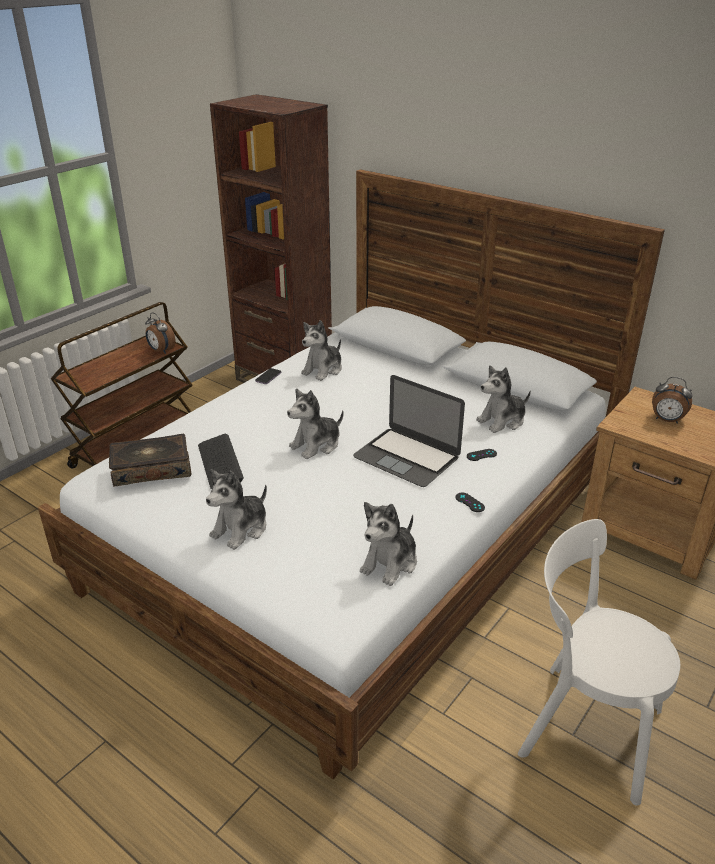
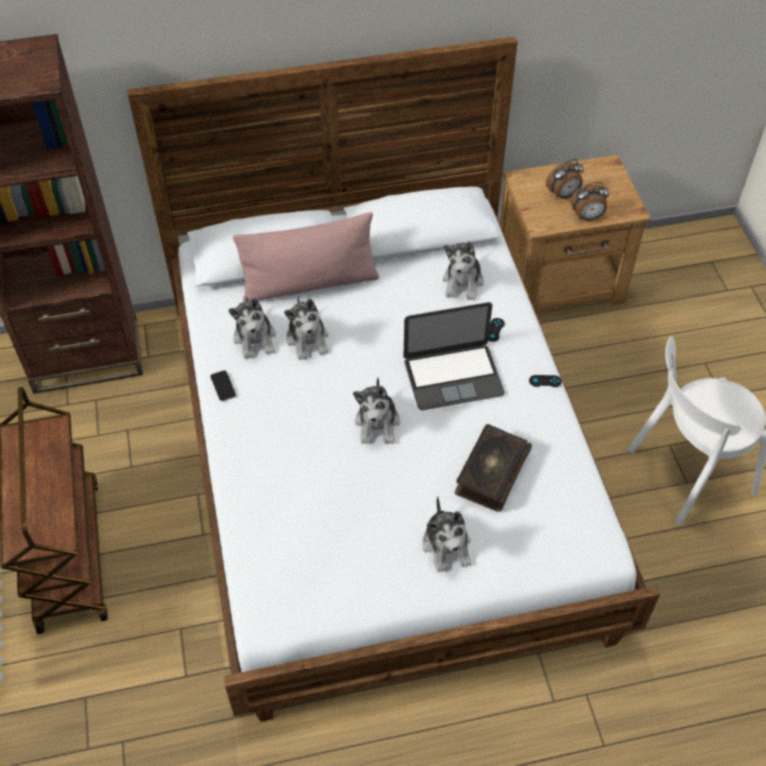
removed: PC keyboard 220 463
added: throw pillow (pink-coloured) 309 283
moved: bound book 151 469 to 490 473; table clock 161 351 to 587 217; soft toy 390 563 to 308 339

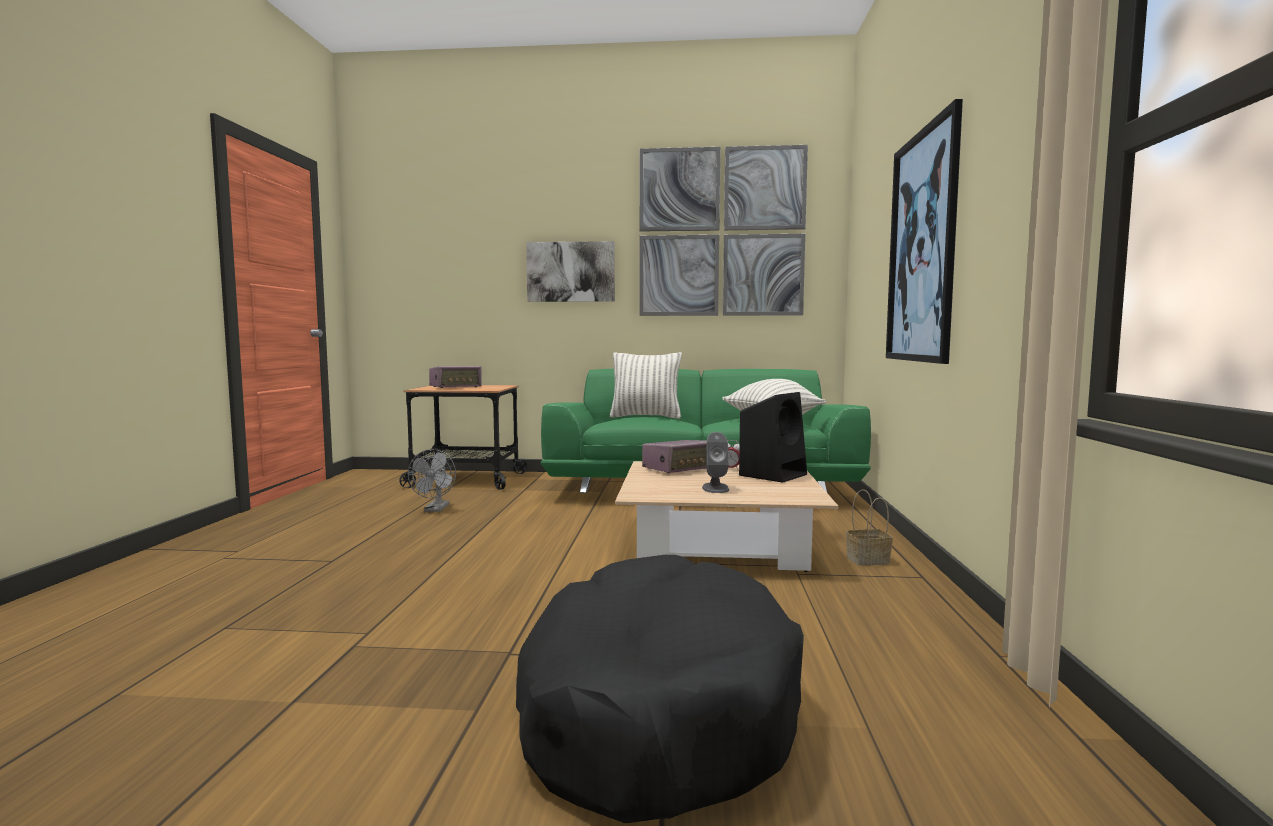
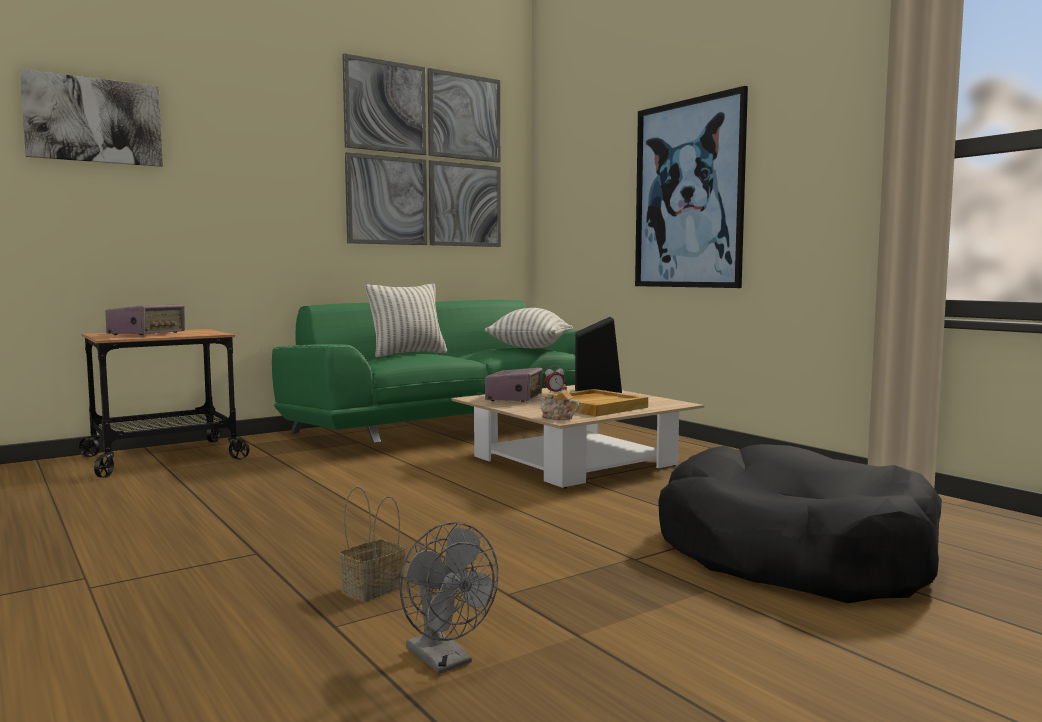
added: teapot 557 418
moved: fan (gray) 435 509 to 445 661; picture 571 272 to 94 120; storage basket 867 560 to 372 589
replaced: speaker (gray) 715 488 to serving tray (sand-coloured) 595 406

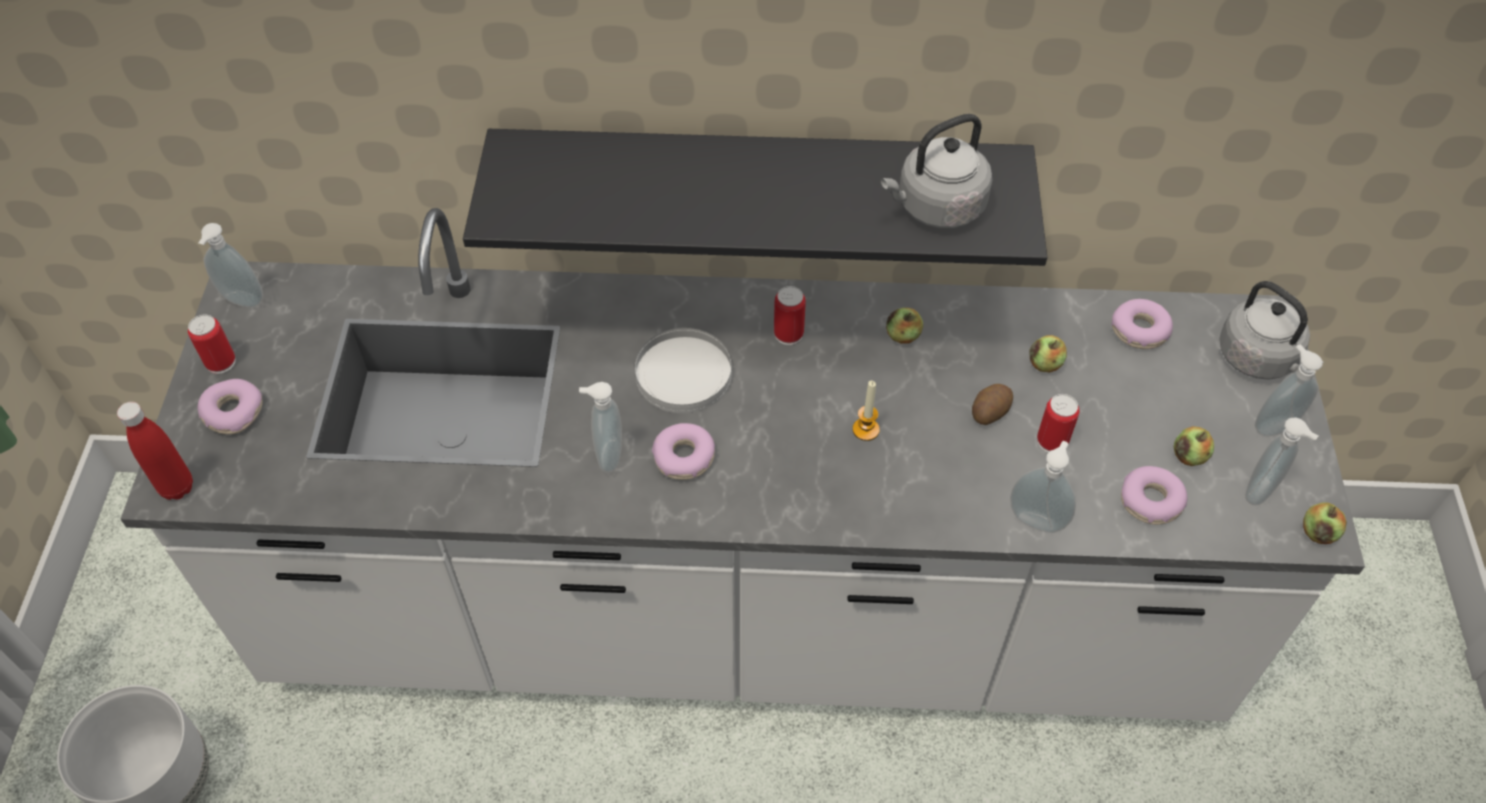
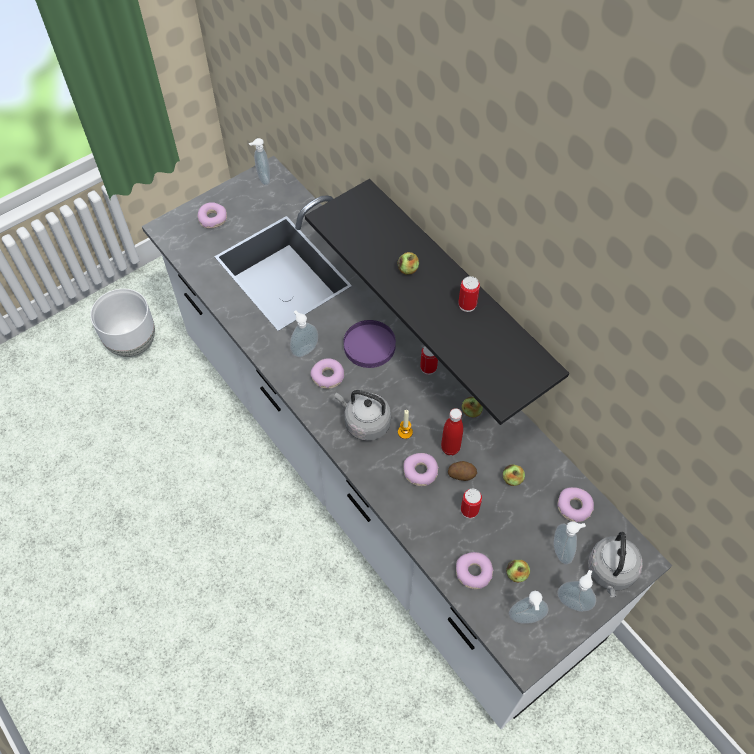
added: ring doughnut 420 472
moved: bottle (reddish) 177 487 to 450 448; metal can 221 362 to 467 304; tea kettle (gray) 936 207 to 365 423; liquid soap bottle 1037 519 to 562 551; apple 1318 533 to 408 269
recoloured: flat dish (white-coloured) 684 374 to flat dish (purplish) 369 346

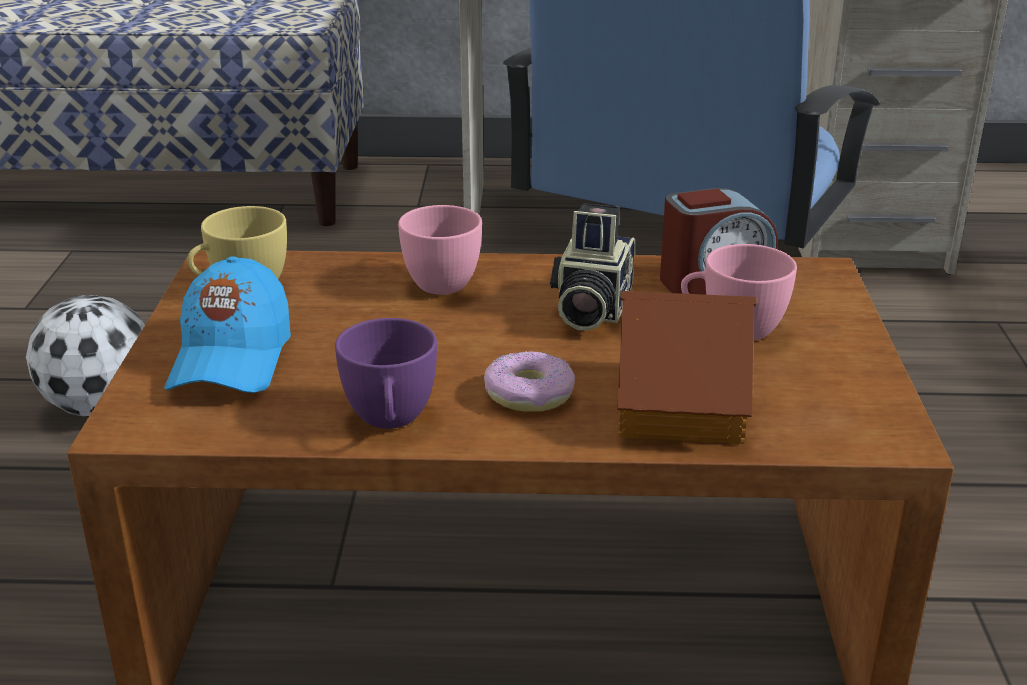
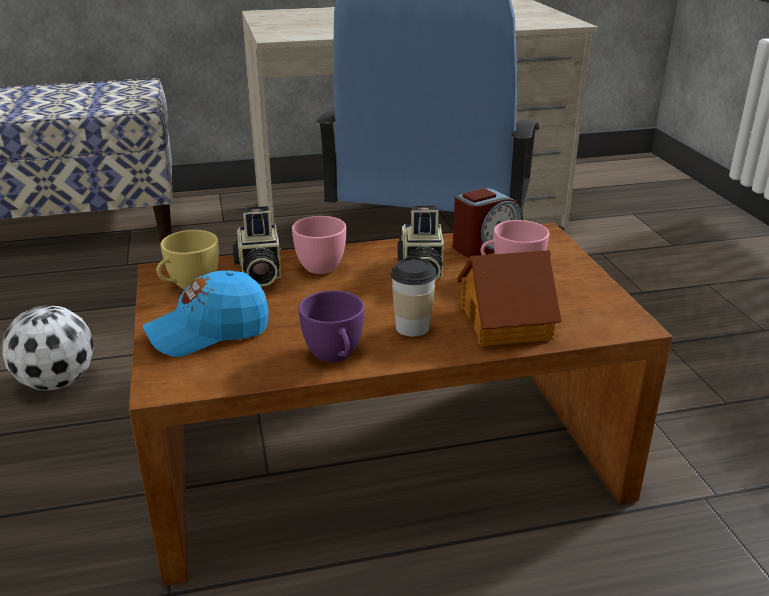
added: photo camera 259 273
replaced: ring doughnut 529 393 to drinking cup 412 328
turned: baseball cap (blue) 232 358 = 209 332 75 degrees clockwise

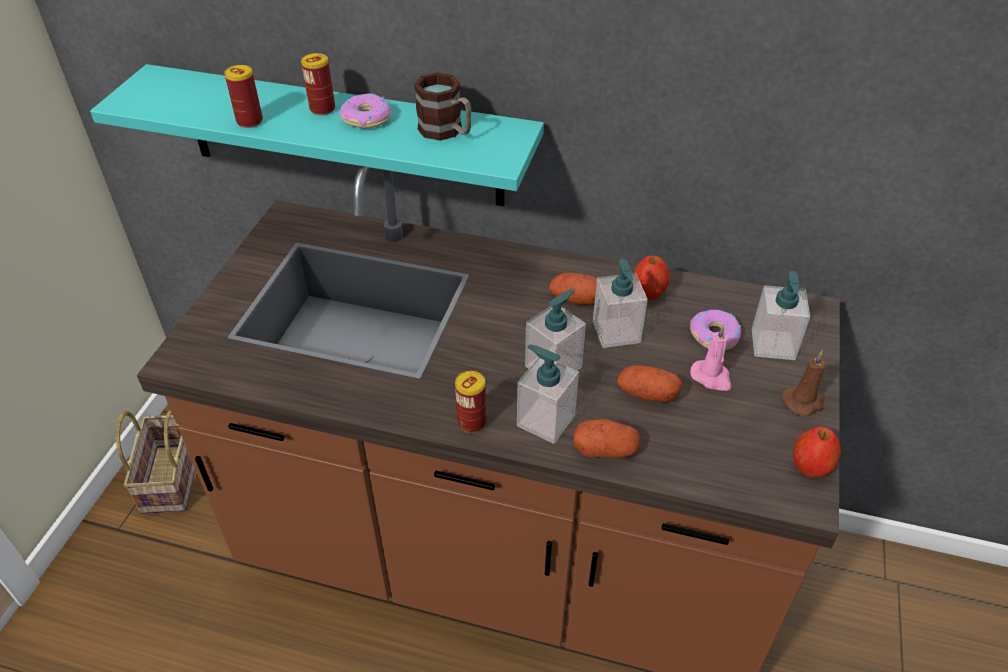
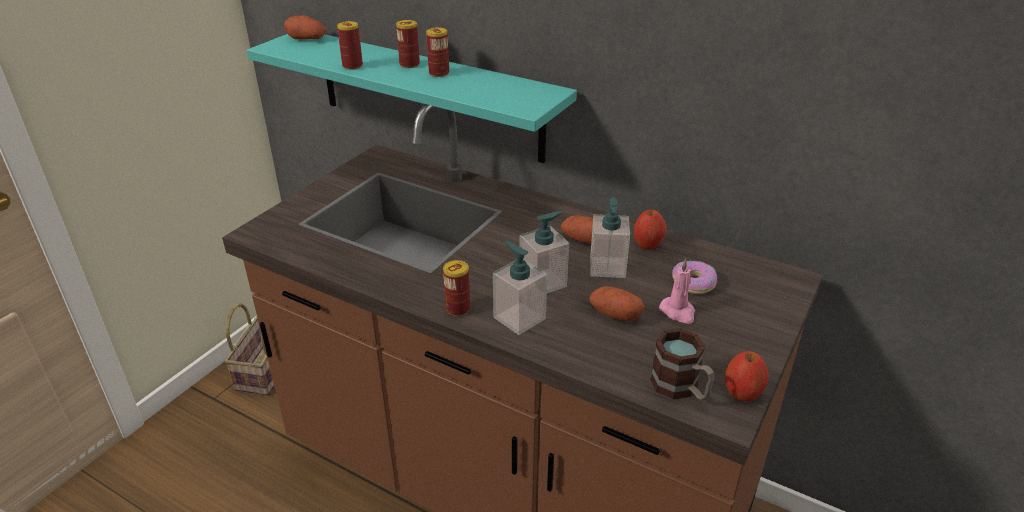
removed: liquid soap bottle 773 344; wax candle (brownish) 804 401
moved: mug 447 132 to 681 389; potato 605 449 to 307 39
replaced: ring doughnut 366 118 to metal can 439 73

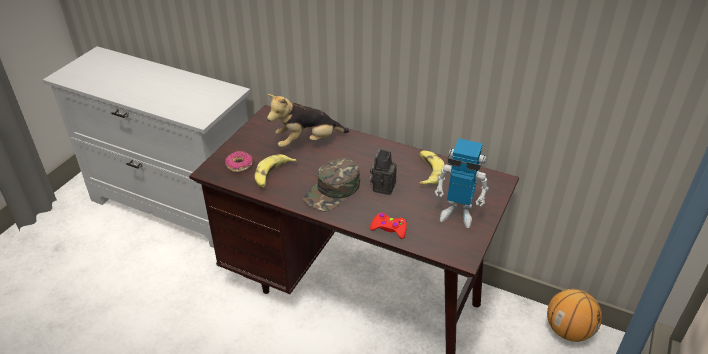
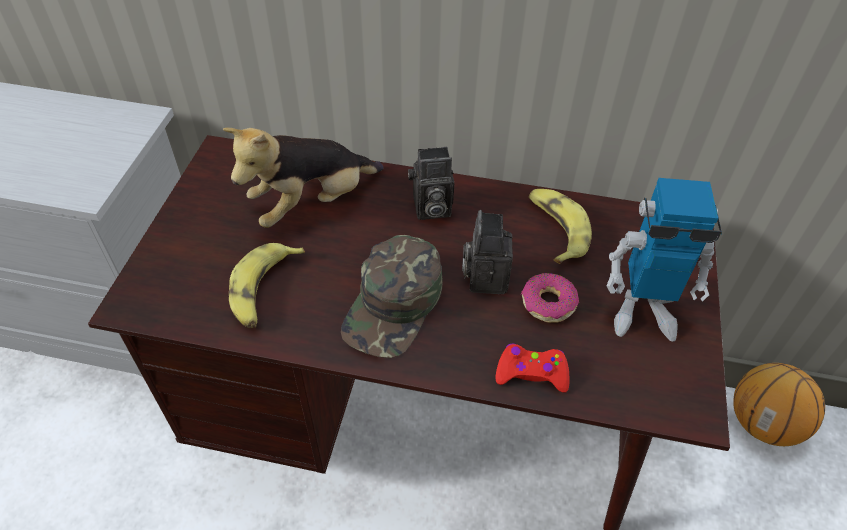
added: photo camera 430 209
moved: ring doughnut 239 165 to 547 303

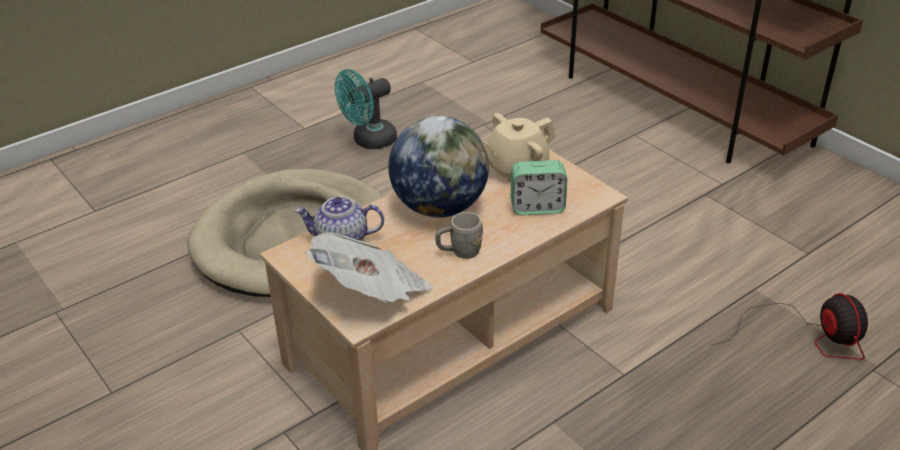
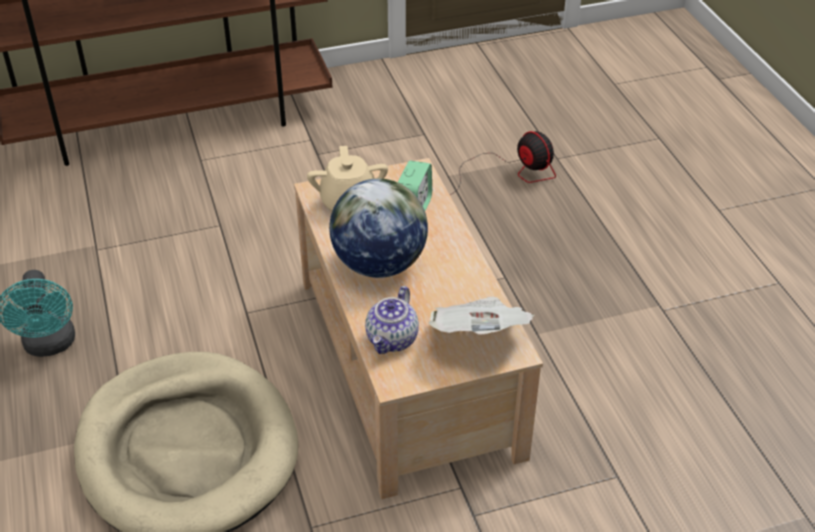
removed: mug (gray) 459 252
turned: fan 807 337 = 511 172 45 degrees clockwise

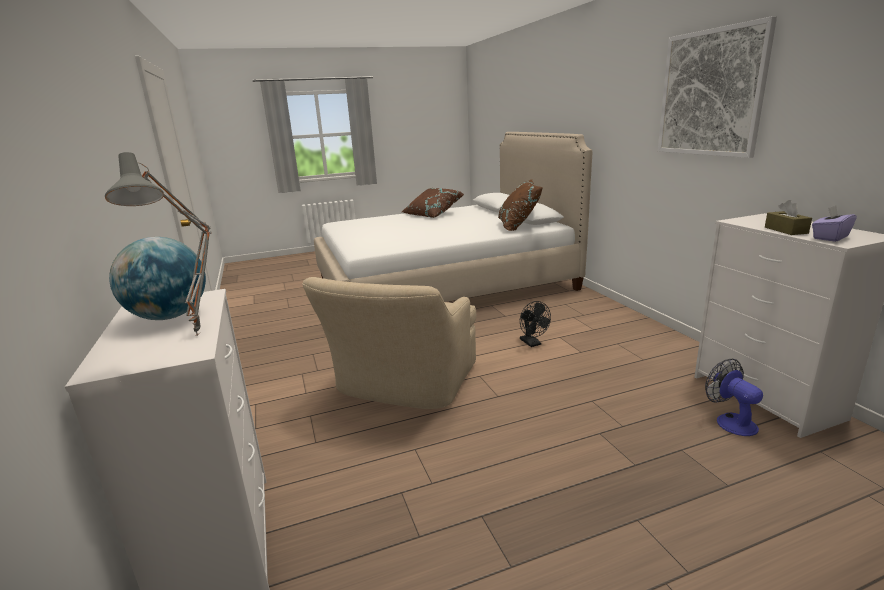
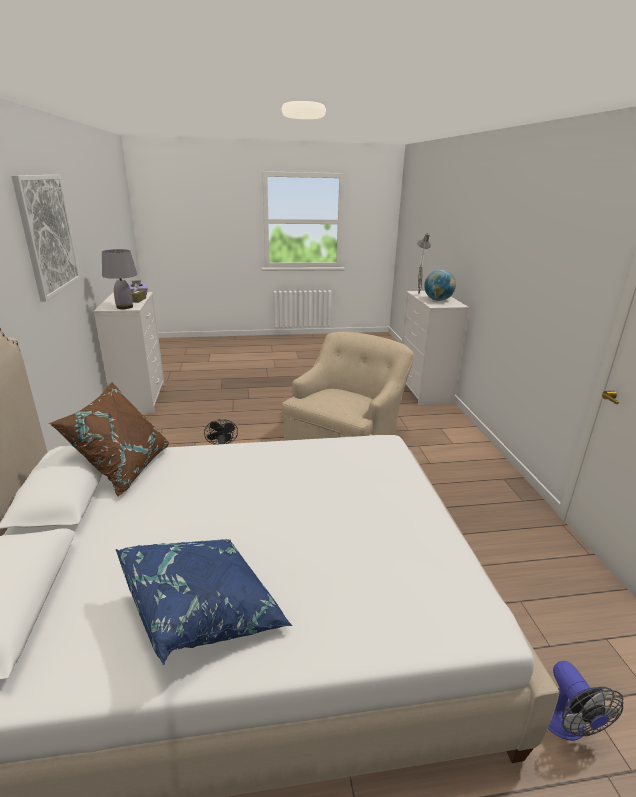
added: lamp for a table (gray) 124 307
moved: fan 730 421 to 566 725
recoloured: throw pillow (brownish) 432 214 to throw pillow (blue) 205 611

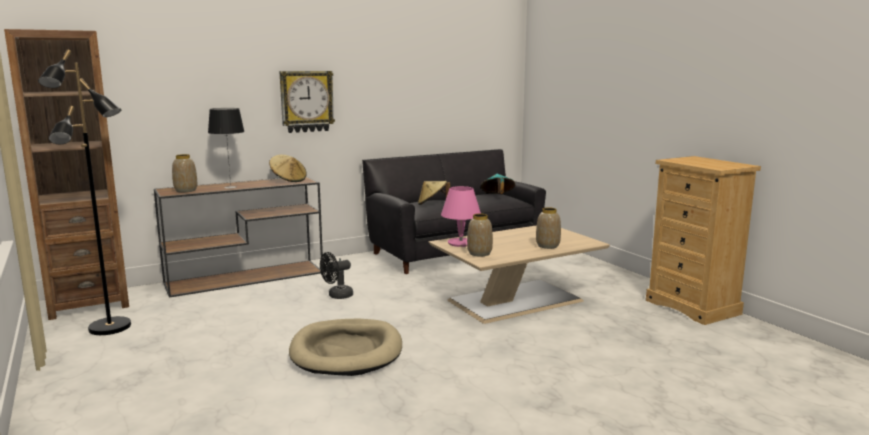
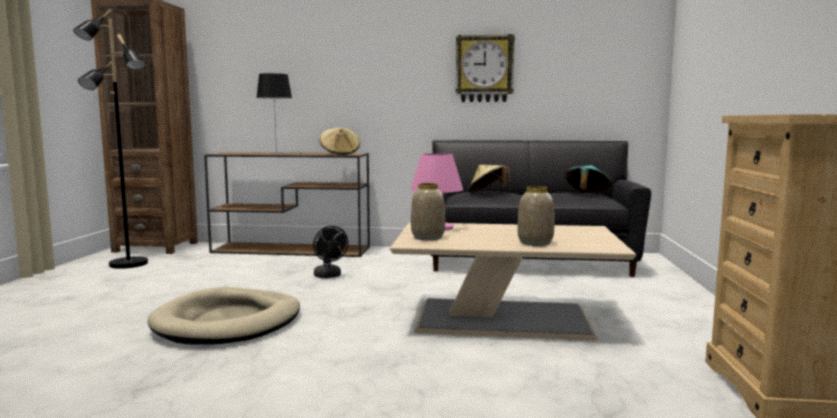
removed: vase 185 190
moved: clock on the wall 306 101 to 484 69
turned: fan (black) 337 296 = 329 276 120 degrees counterclockwise

